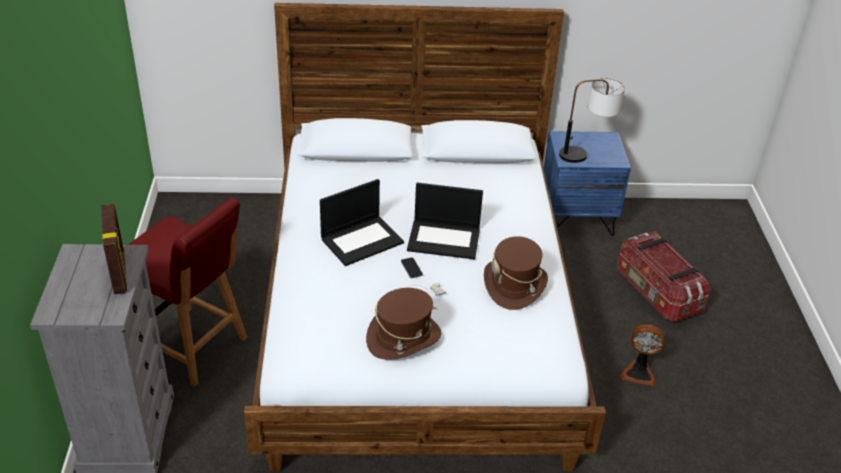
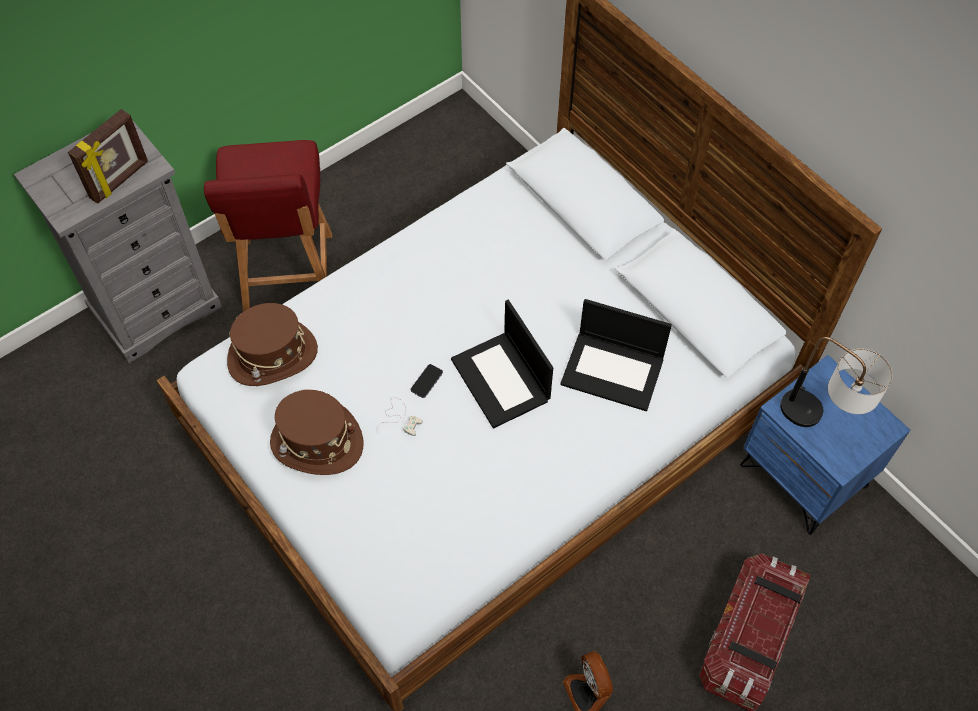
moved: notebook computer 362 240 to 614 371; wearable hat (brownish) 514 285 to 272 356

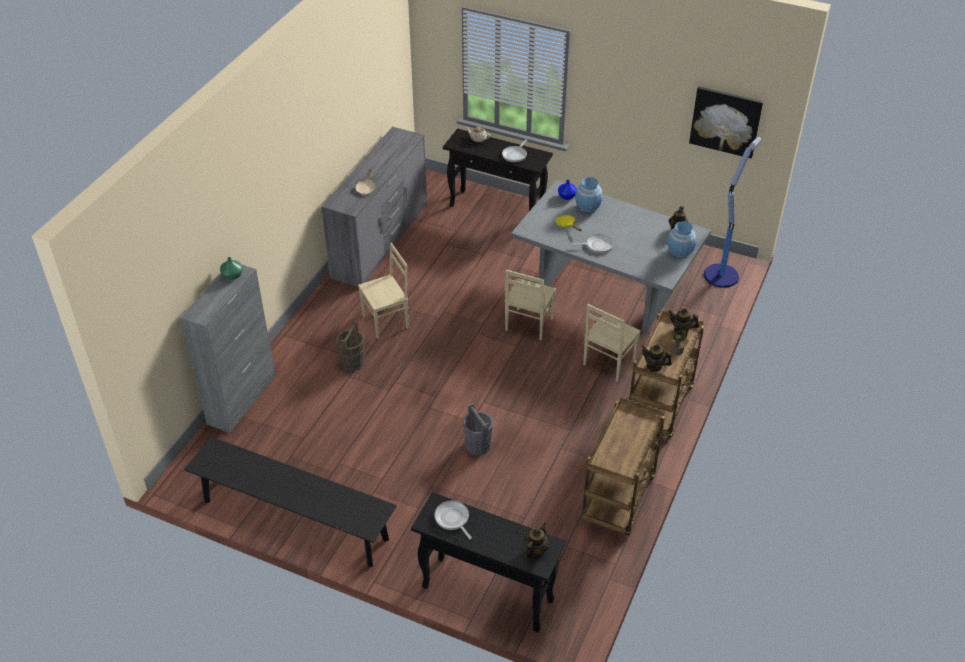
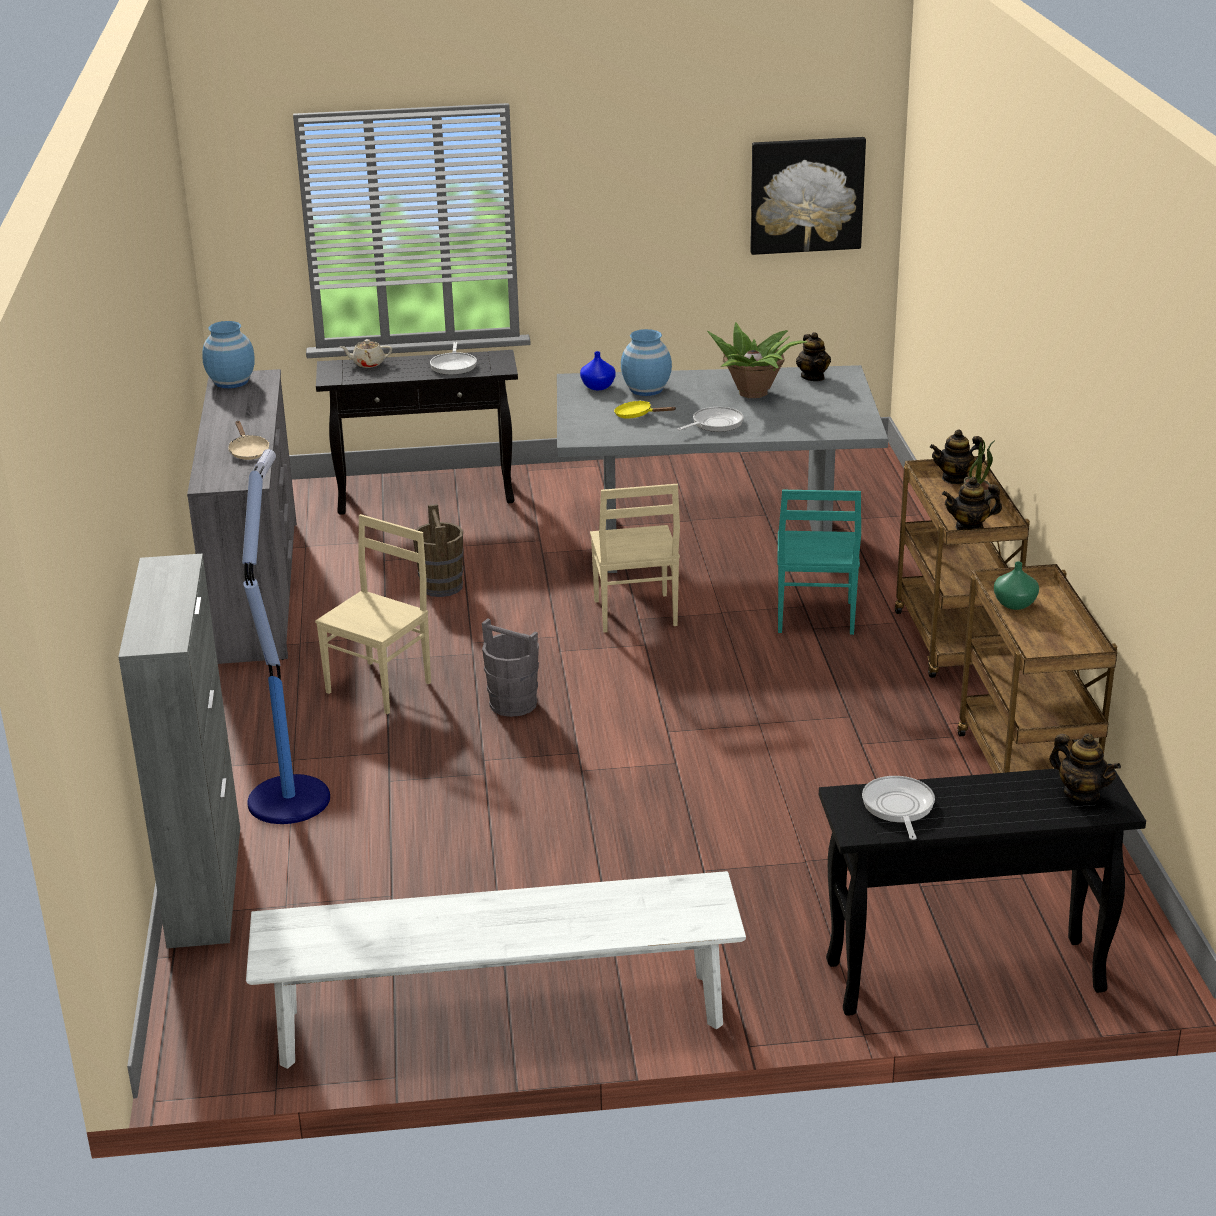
added: houseplant 753 393
moved: vase (green-coloured) 232 276 to 1014 604; pail (brownish) 352 362 to 441 586; pail (gray) 478 445 to 513 703; vase (blue) 680 252 to 231 382; floor lamp 721 275 to 289 798
recoloured: indoor bench (black) 295 520 to indoor bench (white-coloured) 501 1019; upright chair (sand-coloured) 608 363 to upright chair (turquoise-coloured) 814 618
turned: pan 453 519 = 898 807 60 degrees clockwise; teapot 535 550 = 1081 793 135 degrees clockwise

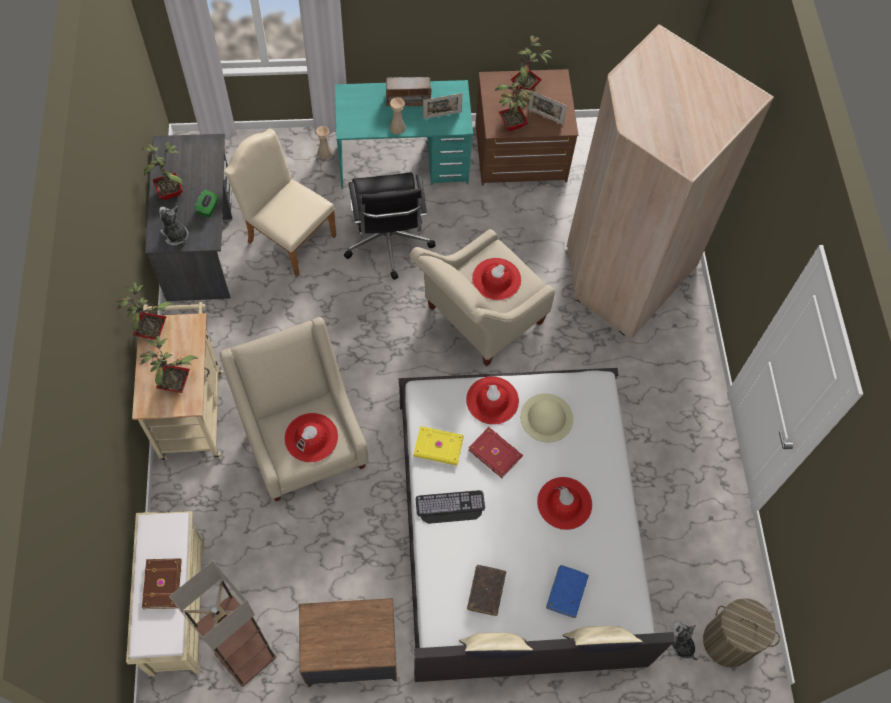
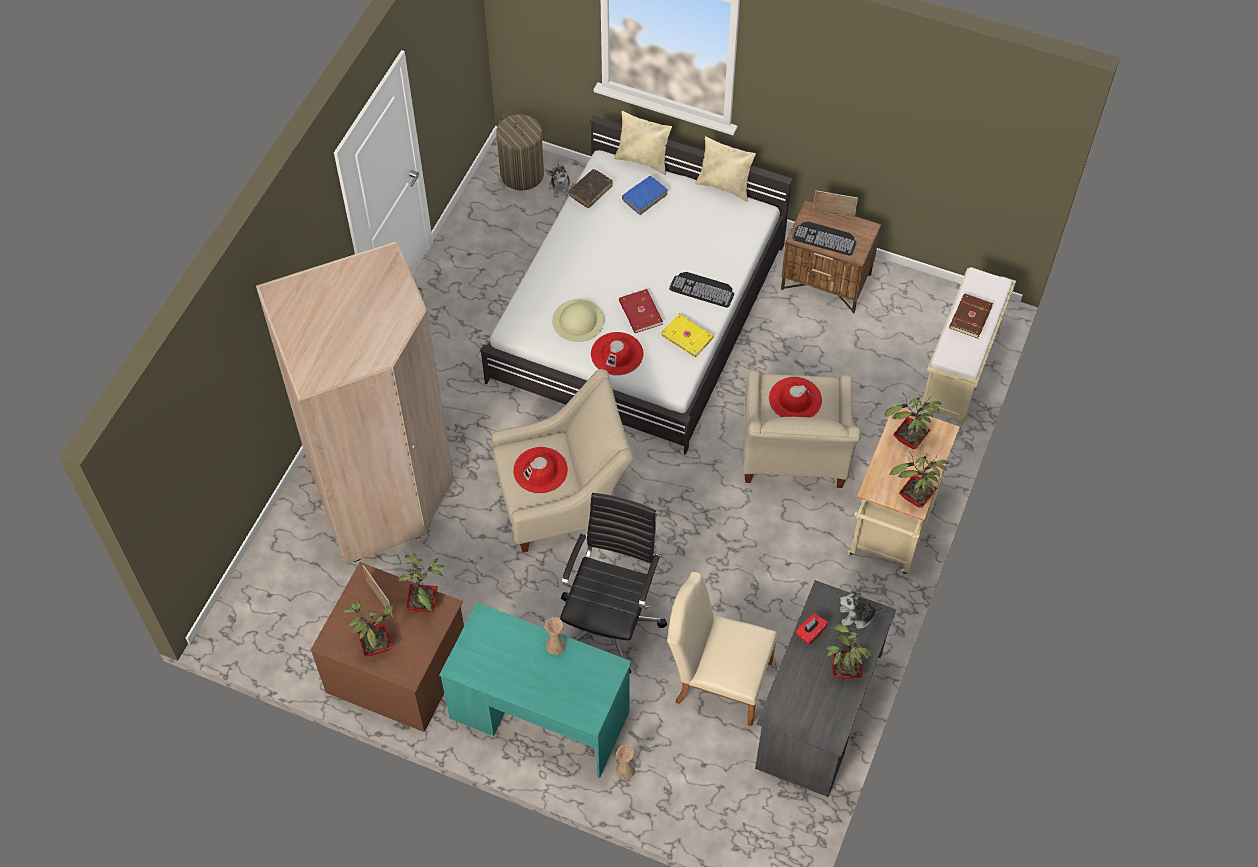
removed: floor lamp 244 655; radio 408 99; wearable hat (reddish) 564 503
added: PC keyboard 825 237
moved: picture frame 442 115 to 833 213; bound book (brownish) 486 591 to 590 191
recoloured: tissue box (green-coloured) 208 208 to tissue box (reddish) 810 633
turned: soft toy 175 235 = 856 616 105 degrees clockwise; upright chair (sand-coloured) 287 235 = 717 679 135 degrees clockwise

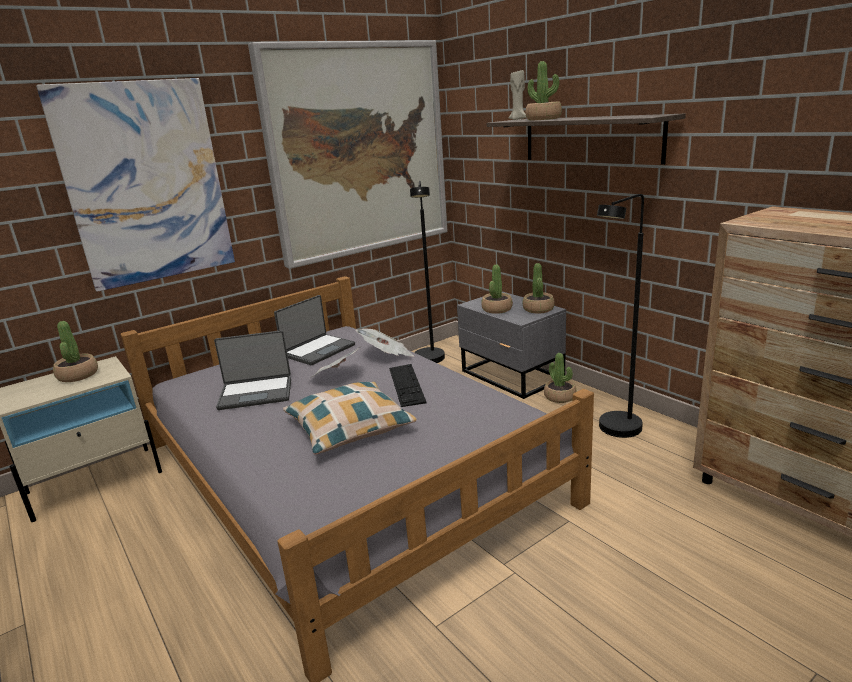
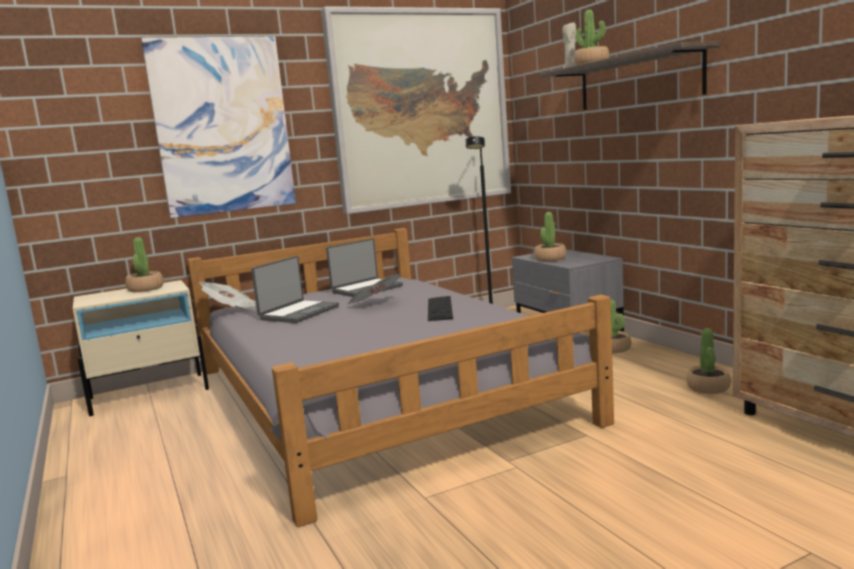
removed: throw pillow 349 427; floor lamp (black) 616 432
moved: printed paper 387 356 to 232 310; houseplant 538 309 to 708 388
turned: notebook computer 256 393 = 298 313 60 degrees counterclockwise

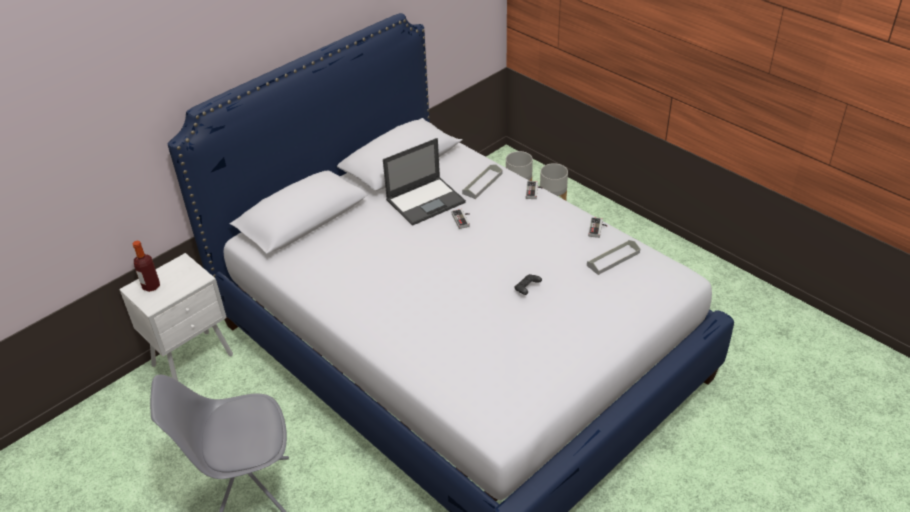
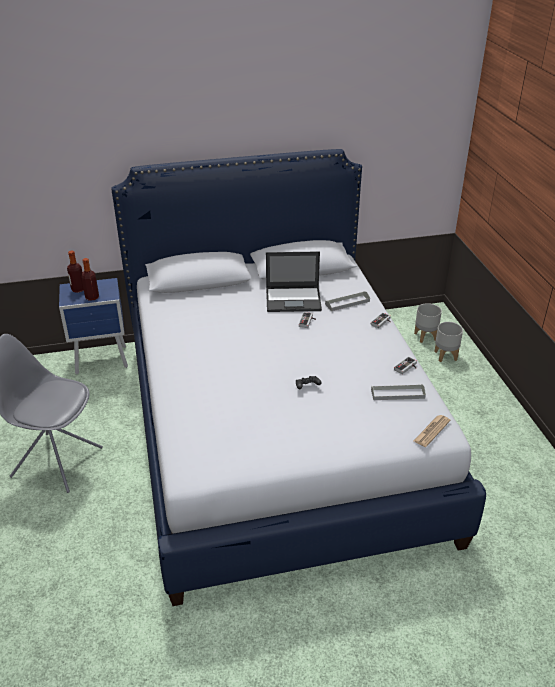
added: bottle 92 297; printed paper 431 431
recoloured: nightstand (white-coloured) 195 360 to nightstand (blue) 102 361

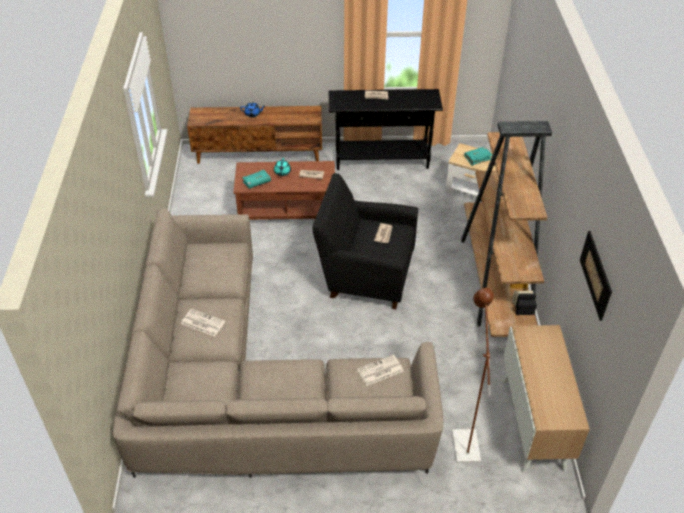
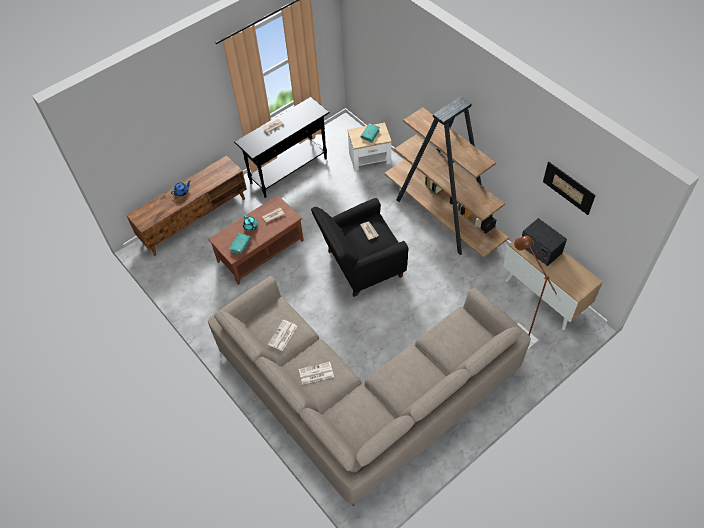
added: radio 540 248
moved: printed paper 379 371 to 282 336

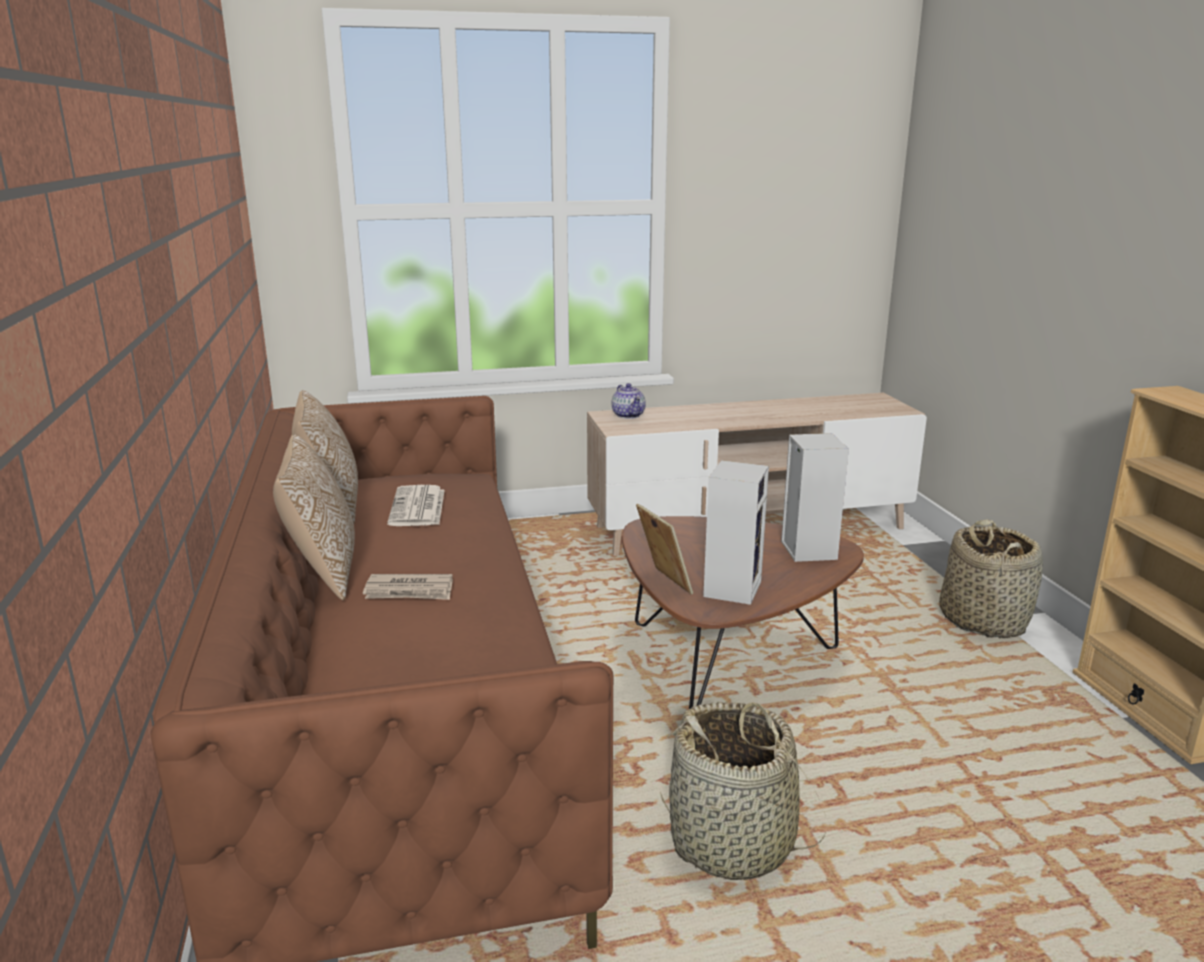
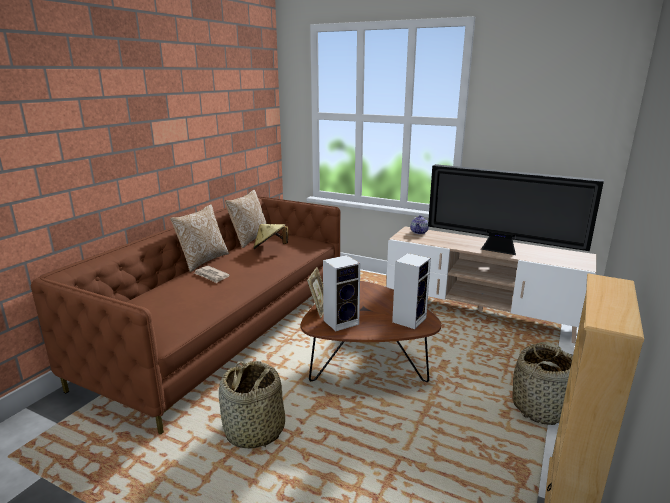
added: TV set 501 251
replaced: printed paper 418 508 to wearable hat (sand-coloured) 270 248

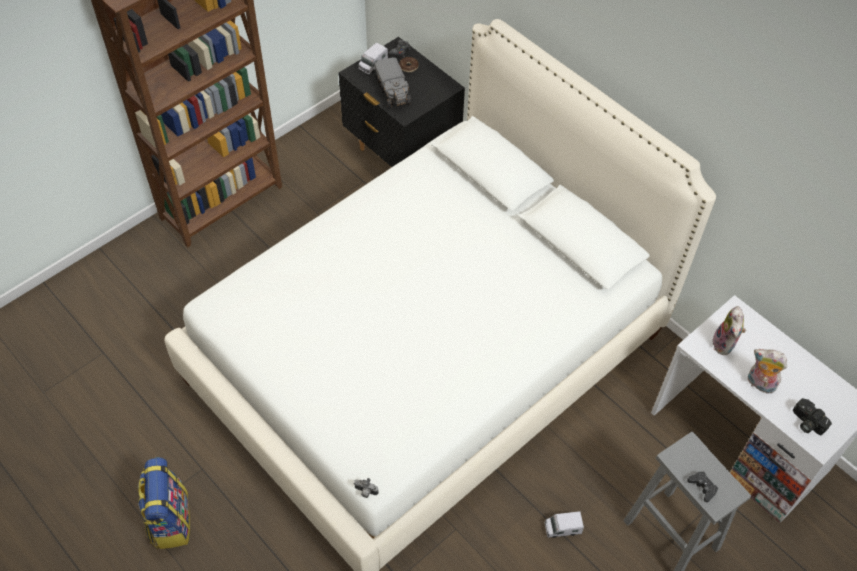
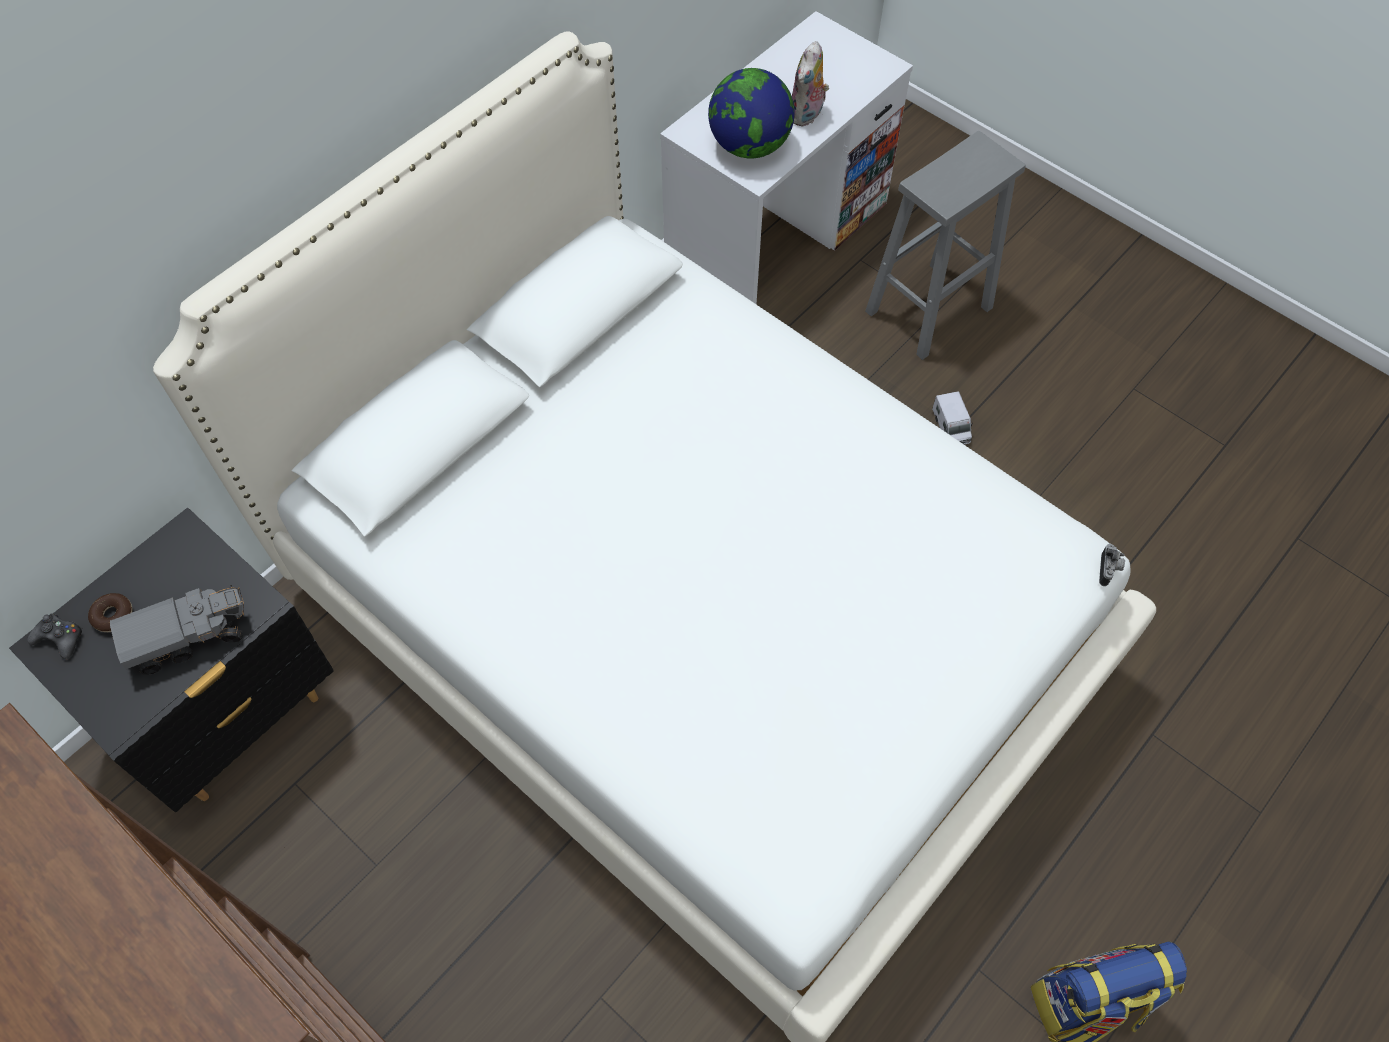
removed: model truck 373 65; gamepad (black) 702 487; photo camera 806 422
replaced: soft toy 725 345 to world globe 749 146

